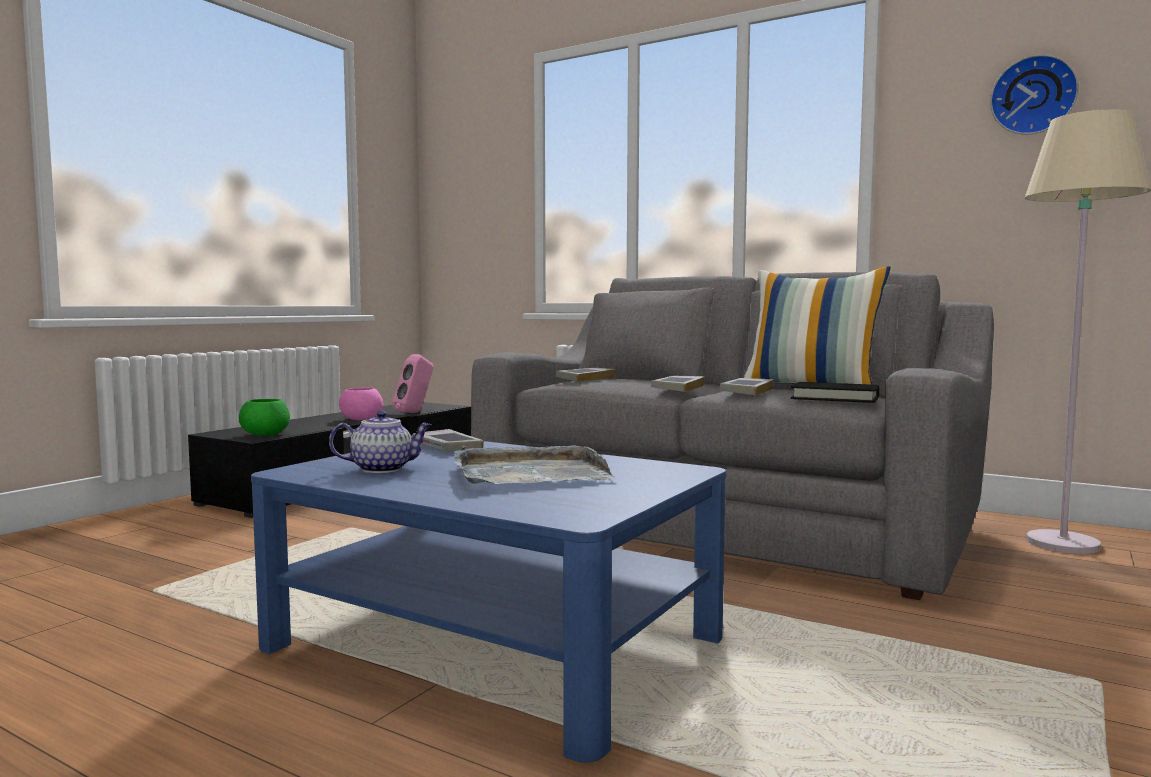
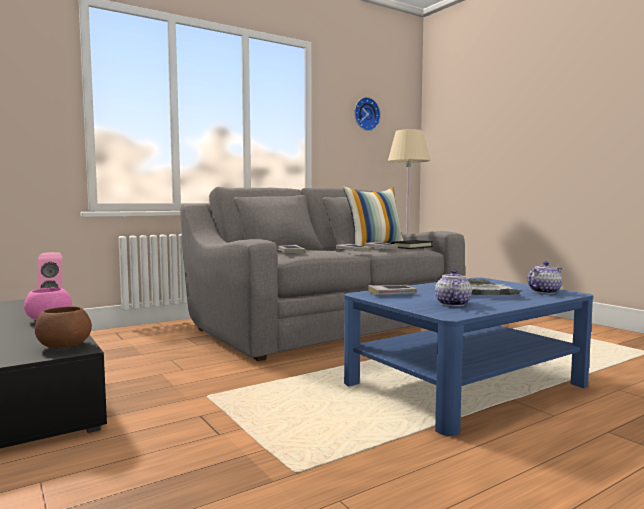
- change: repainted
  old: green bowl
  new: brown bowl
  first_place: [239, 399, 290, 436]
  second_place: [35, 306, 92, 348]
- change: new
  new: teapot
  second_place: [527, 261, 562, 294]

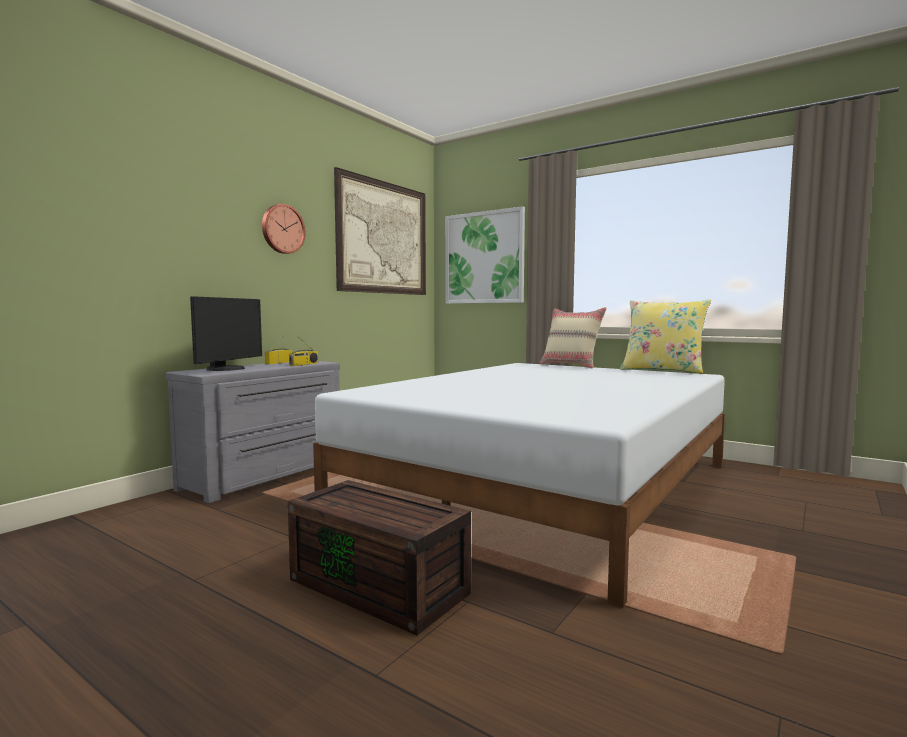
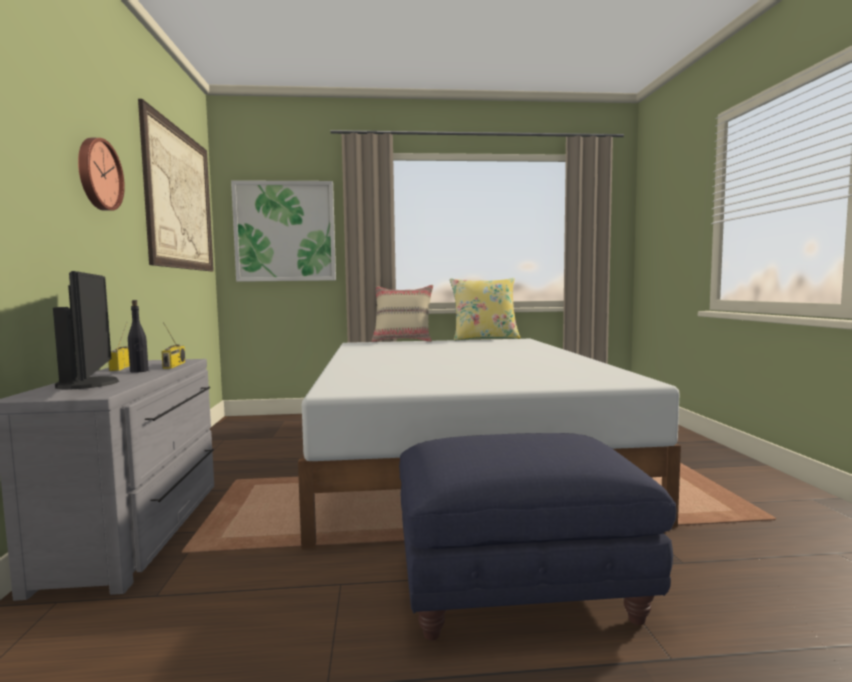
- change: new
  new: black bottle
  second_place: [128, 300, 149, 373]
- change: swapped
  old: brown storage box
  new: blue ottoman
  first_place: [288, 480, 471, 635]
  second_place: [399, 433, 677, 640]

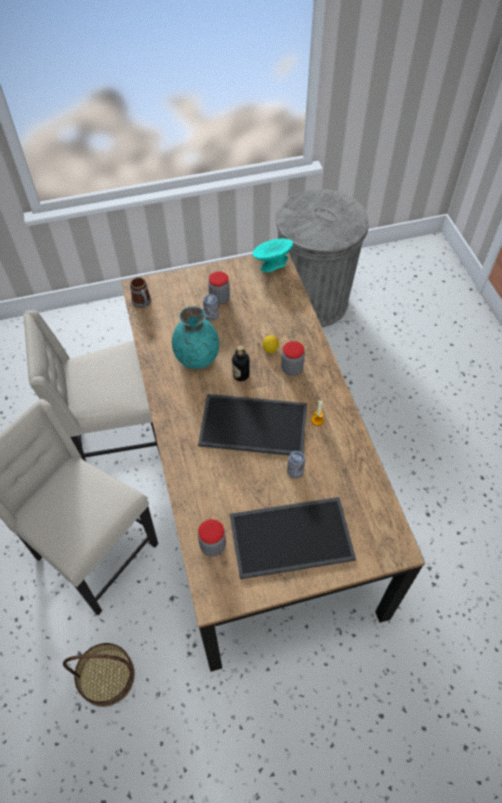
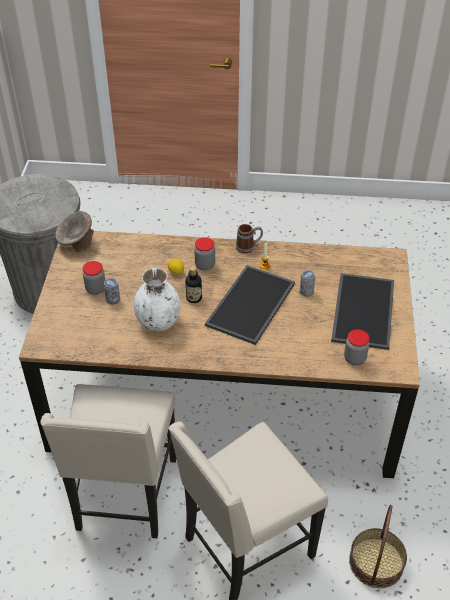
- change: repainted
  old: turquoise bowl
  new: grey bowl
  first_place: [252, 238, 293, 273]
  second_place: [55, 211, 94, 252]
- change: repainted
  old: turquoise vase
  new: white vase
  first_place: [172, 306, 219, 369]
  second_place: [134, 268, 180, 331]
- change: shifted
  old: mug
  first_place: [130, 277, 151, 309]
  second_place: [236, 224, 263, 253]

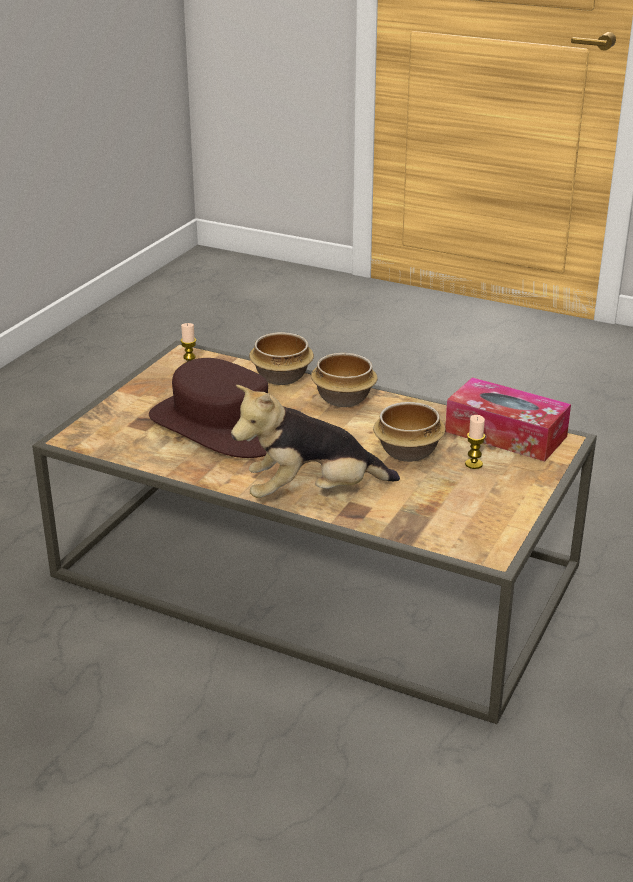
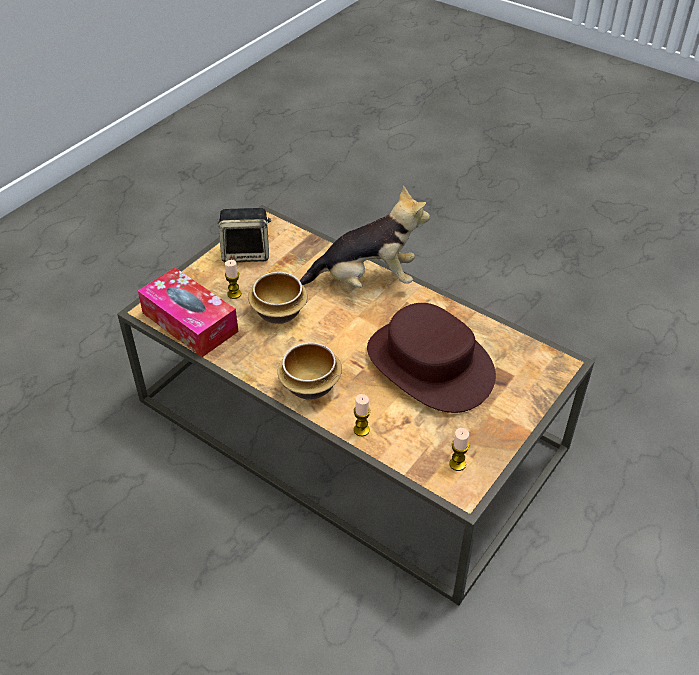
- change: new
  new: speaker
  second_place: [217, 208, 271, 262]
- change: swapped
  old: bowl
  new: candle
  first_place: [249, 332, 314, 385]
  second_place: [354, 394, 370, 436]

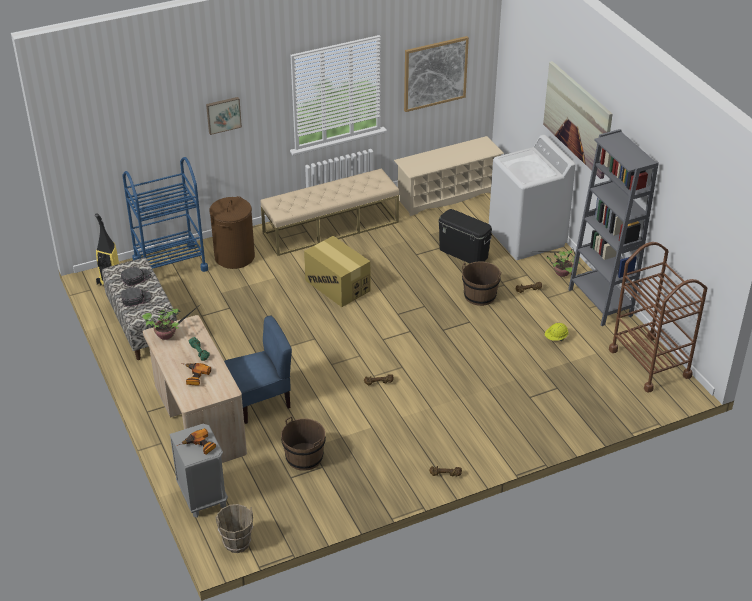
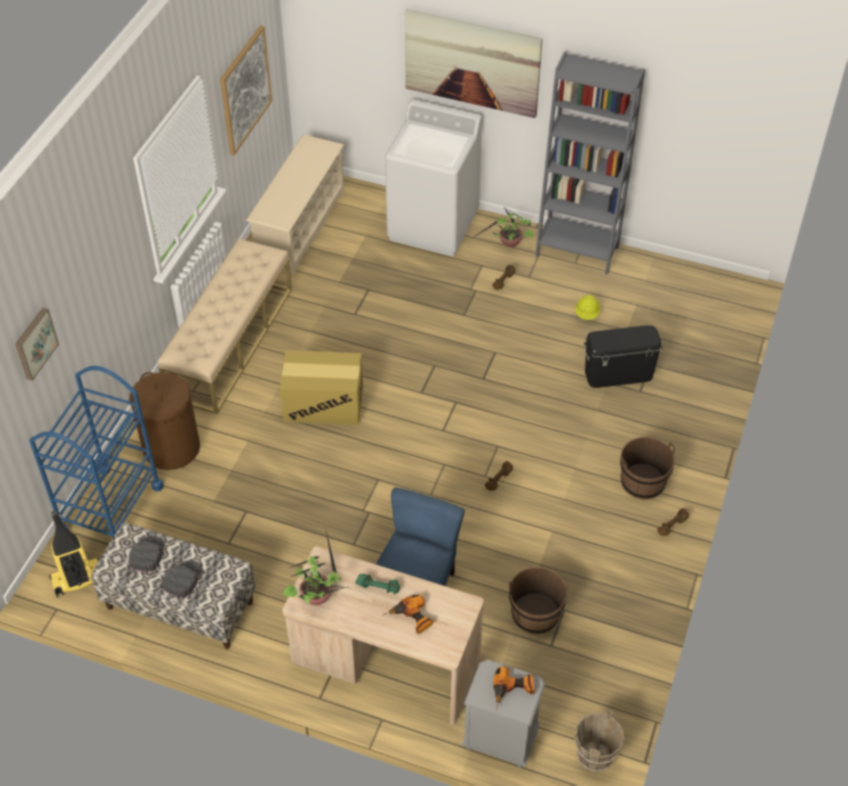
- change: shifted
  old: picture
  first_place: [206, 97, 242, 135]
  second_place: [15, 307, 59, 381]
- change: shifted
  old: black storage box
  first_place: [438, 209, 492, 263]
  second_place: [584, 325, 663, 388]
- change: shifted
  old: brown bucket
  first_place: [462, 261, 501, 306]
  second_place: [620, 437, 675, 500]
- change: gone
  old: brown cart
  first_place: [609, 242, 707, 393]

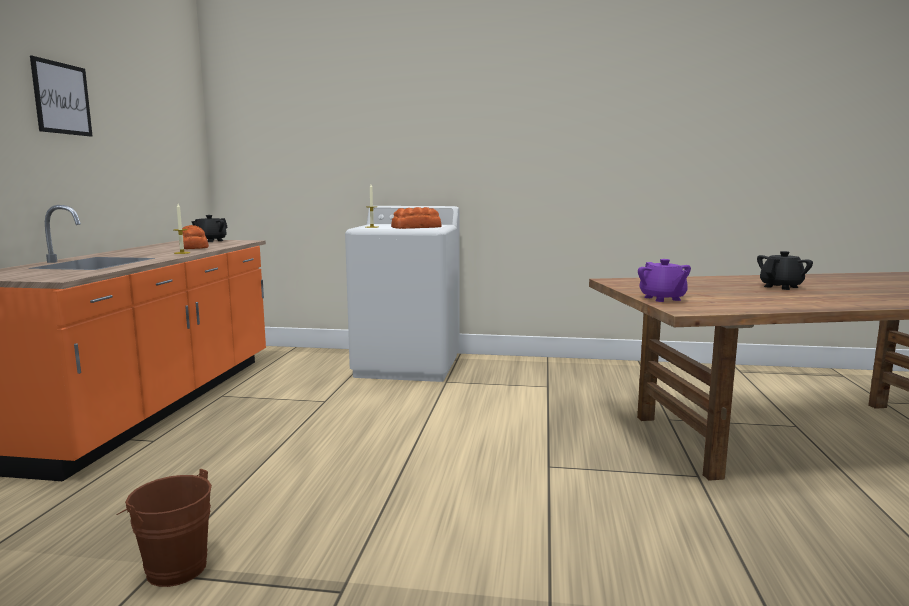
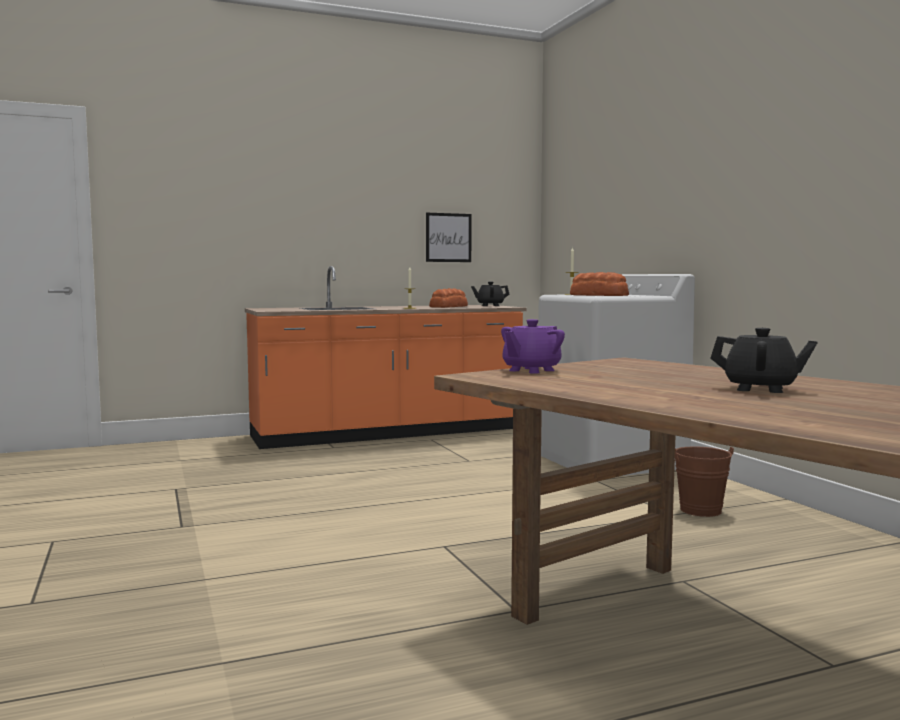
- change: shifted
  old: picture
  first_place: [30, 56, 93, 137]
  second_place: [426, 213, 472, 262]
- change: shifted
  old: brown bucket
  first_place: [116, 469, 212, 587]
  second_place: [675, 446, 734, 517]

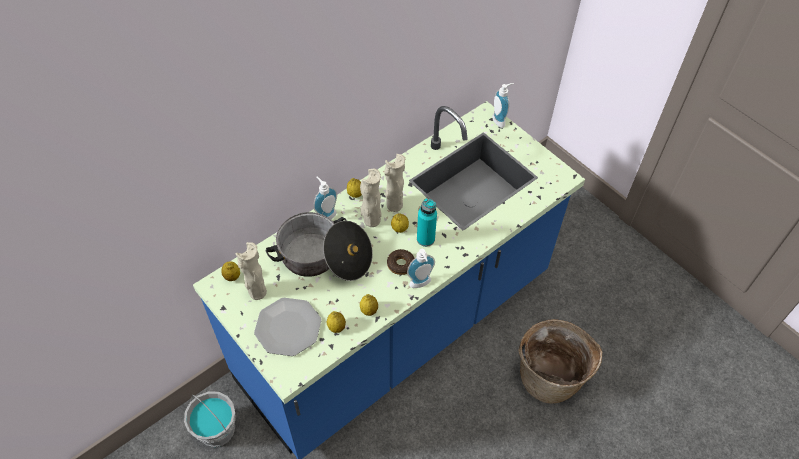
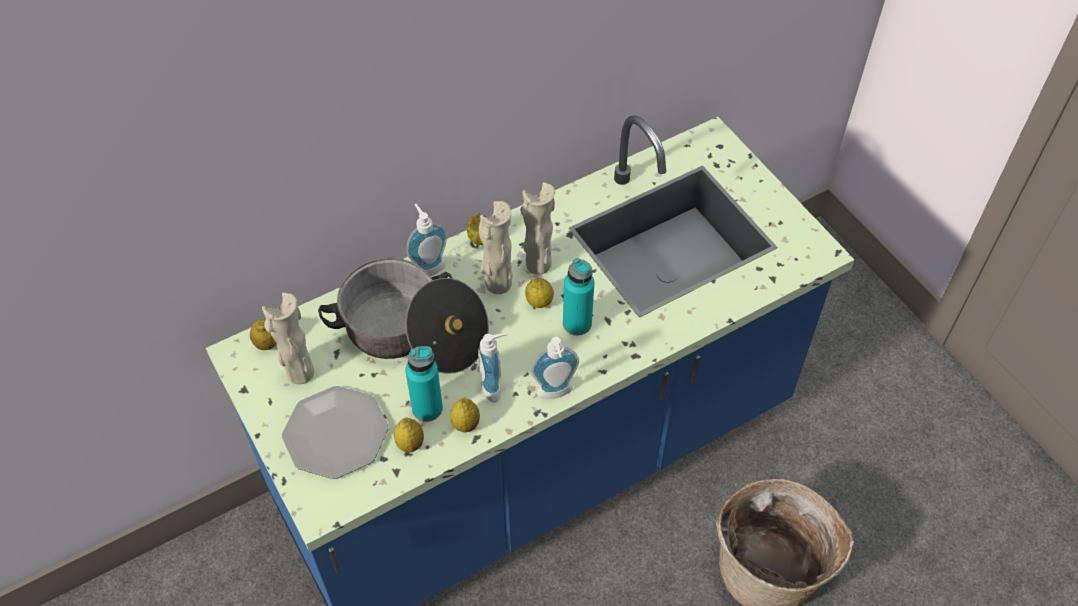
- change: new
  new: turquoise bottle
  second_place: [405, 346, 443, 422]
- change: shifted
  old: soap dispenser
  first_place: [492, 83, 514, 128]
  second_place: [478, 333, 508, 403]
- change: gone
  old: grey bucket
  first_place: [184, 392, 236, 447]
- change: gone
  old: donut
  first_place: [387, 249, 415, 275]

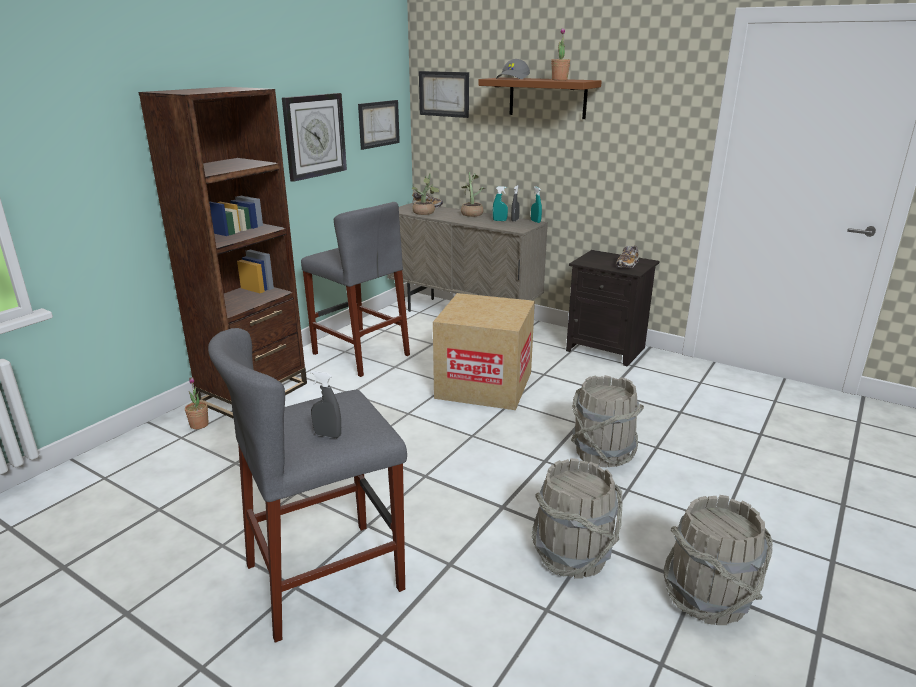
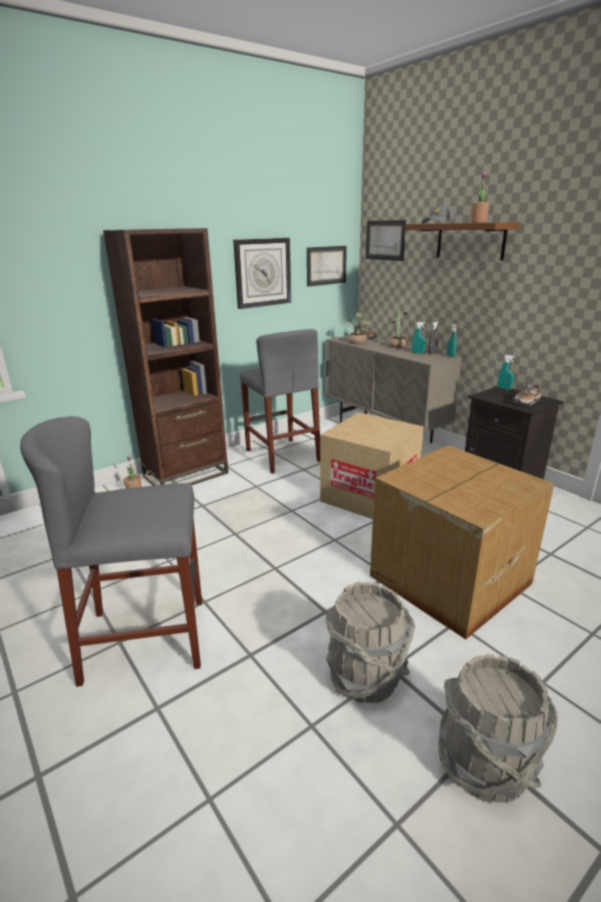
- change: swapped
  old: grey bucket
  new: cardboard box
  first_place: [571, 375, 644, 467]
  second_place: [370, 445, 554, 640]
- change: new
  new: turquoise spray bottle
  second_place: [498, 355, 515, 390]
- change: gone
  old: grey spray bottle
  first_place: [310, 371, 341, 438]

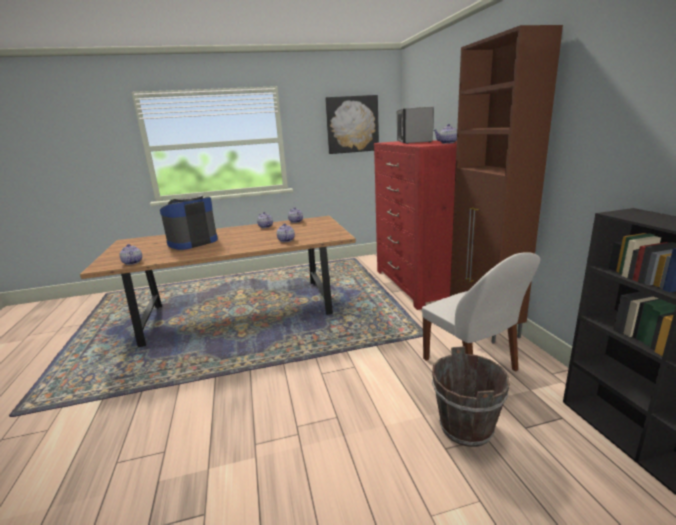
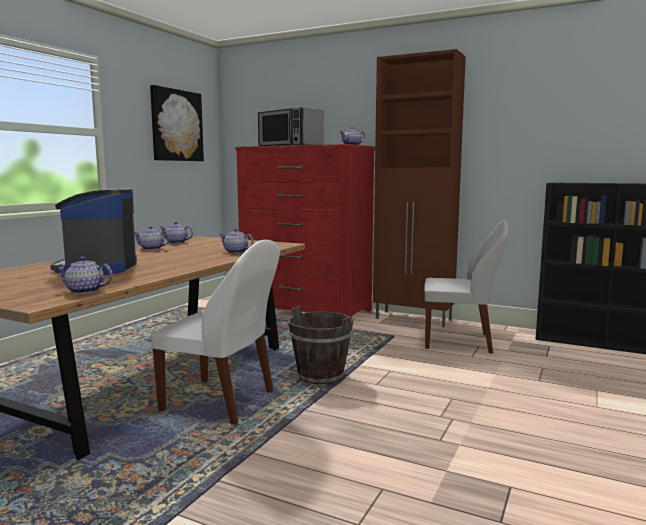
- change: new
  new: white chair
  second_place: [151, 240, 280, 425]
- change: shifted
  old: brown bucket
  first_place: [432, 346, 510, 447]
  second_place: [288, 306, 353, 384]

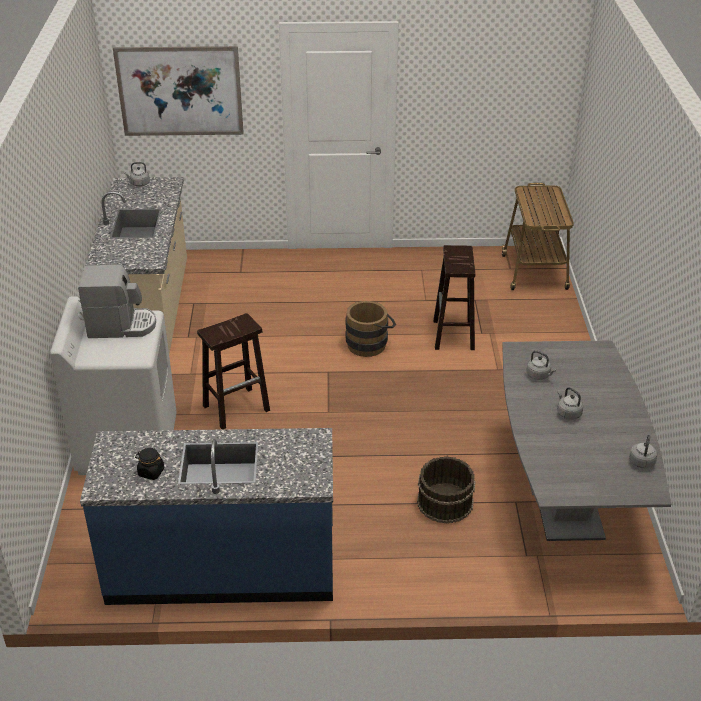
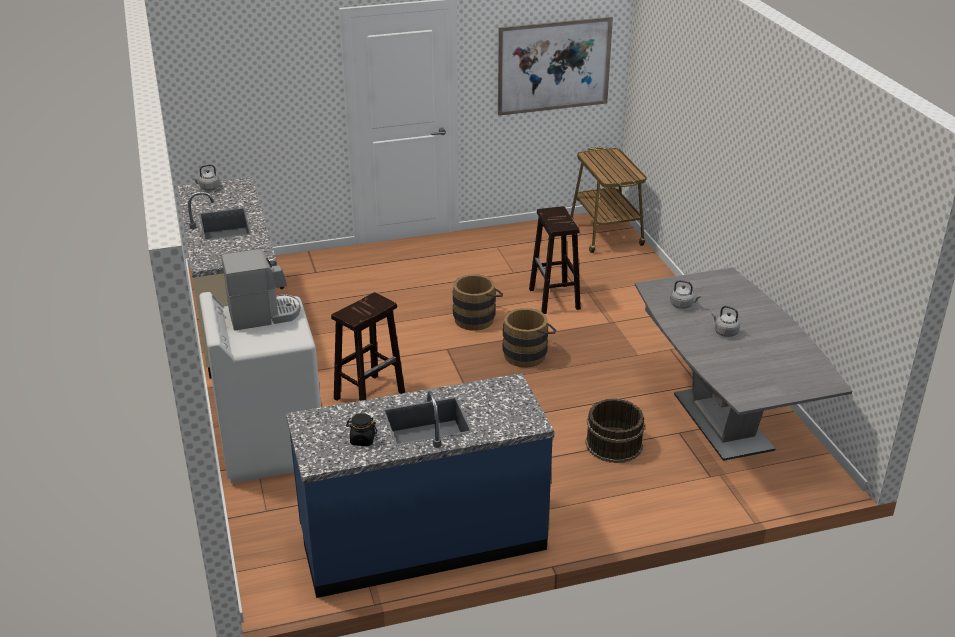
- change: shifted
  old: picture
  first_place: [113, 46, 244, 136]
  second_place: [498, 17, 613, 116]
- change: new
  new: brown bucket
  second_place: [503, 308, 556, 368]
- change: gone
  old: grey kettle
  first_place: [629, 435, 657, 469]

